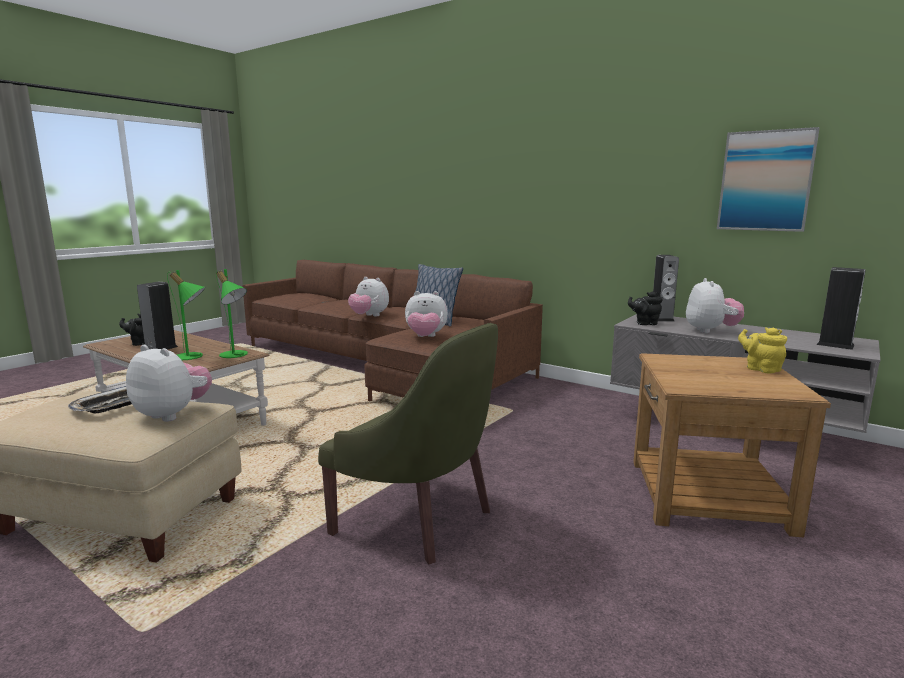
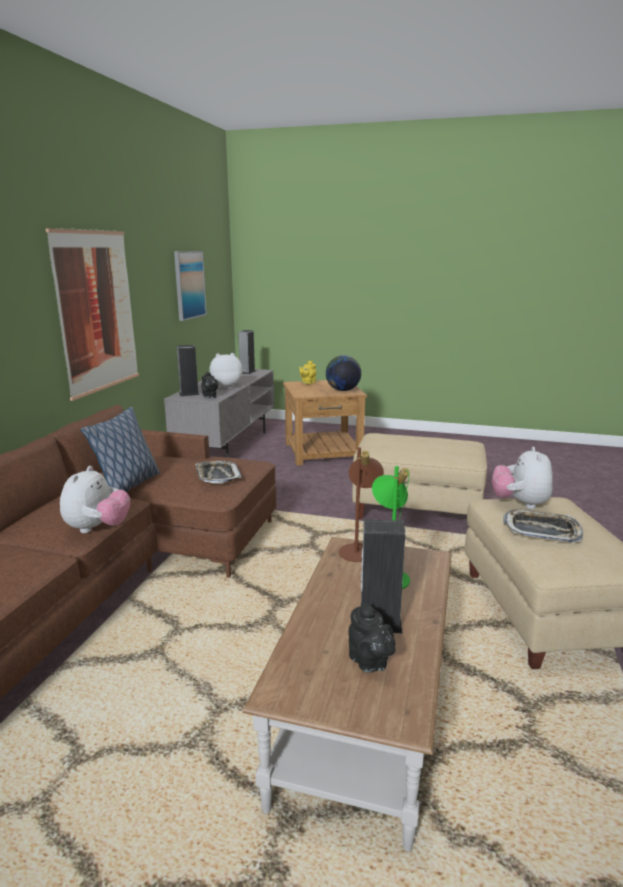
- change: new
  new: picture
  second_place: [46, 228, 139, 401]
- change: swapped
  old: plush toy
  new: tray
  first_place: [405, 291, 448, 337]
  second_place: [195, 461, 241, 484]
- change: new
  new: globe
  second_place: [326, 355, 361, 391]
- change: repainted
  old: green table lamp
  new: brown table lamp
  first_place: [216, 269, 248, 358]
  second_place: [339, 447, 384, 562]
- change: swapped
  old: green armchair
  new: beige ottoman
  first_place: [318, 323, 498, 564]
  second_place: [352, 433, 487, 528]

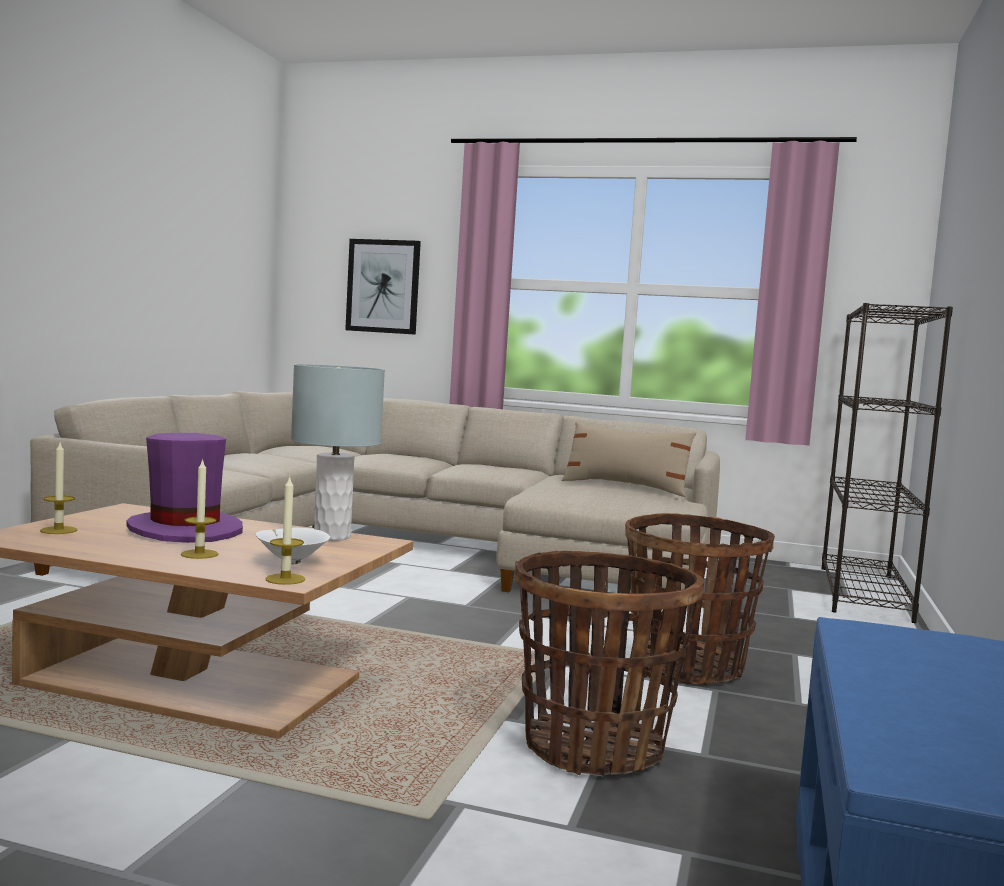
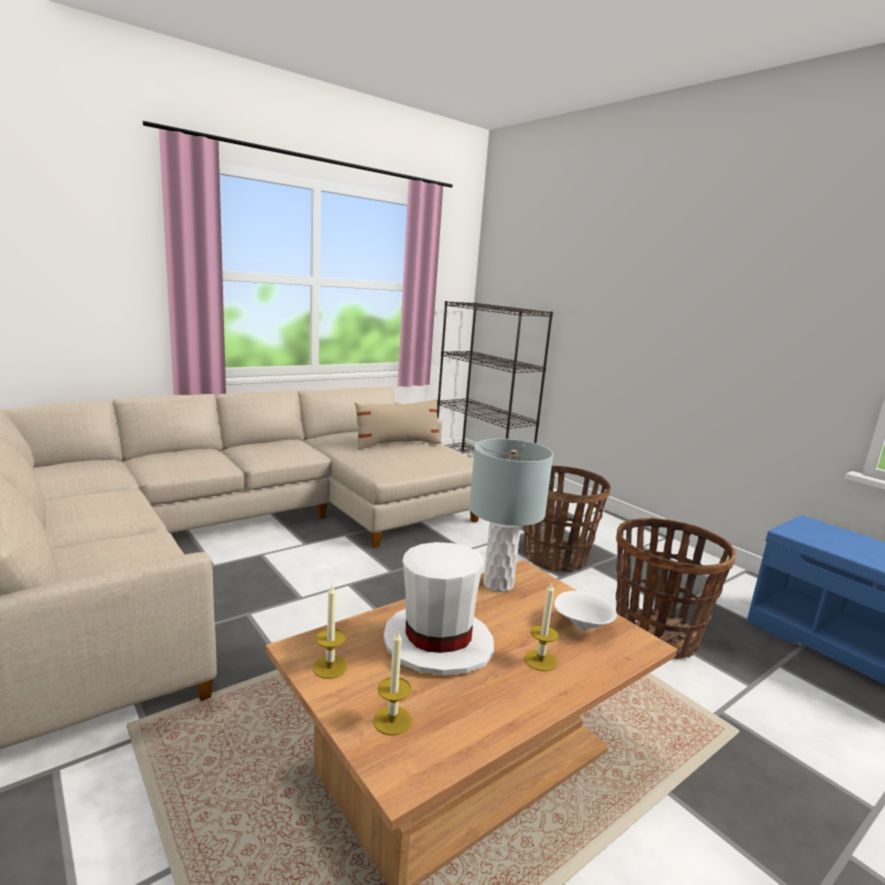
- change: shifted
  old: candle
  first_place: [266, 475, 305, 585]
  second_place: [312, 583, 348, 679]
- change: repainted
  old: purple hat
  new: white hat
  first_place: [126, 433, 243, 543]
  second_place: [384, 542, 494, 675]
- change: gone
  old: picture
  first_place: [345, 239, 421, 335]

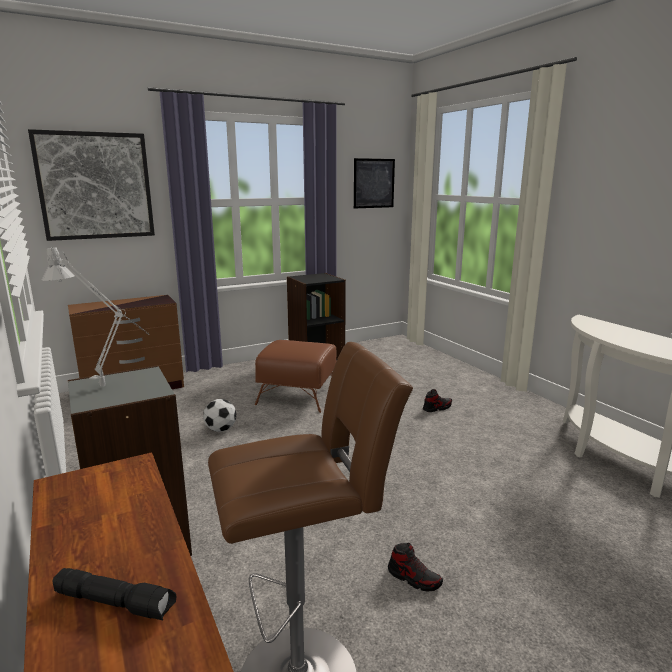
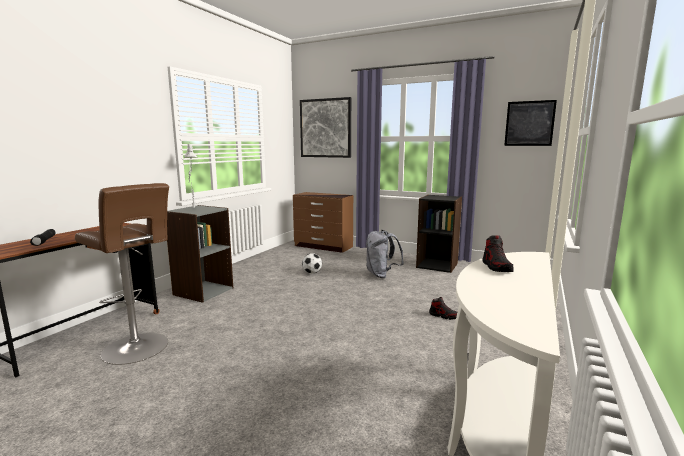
- change: swapped
  old: brown ottoman
  new: grey backpack
  first_place: [255, 340, 336, 413]
  second_place: [366, 230, 404, 278]
- change: shifted
  old: shoe
  first_place: [388, 543, 443, 592]
  second_place: [482, 235, 514, 272]

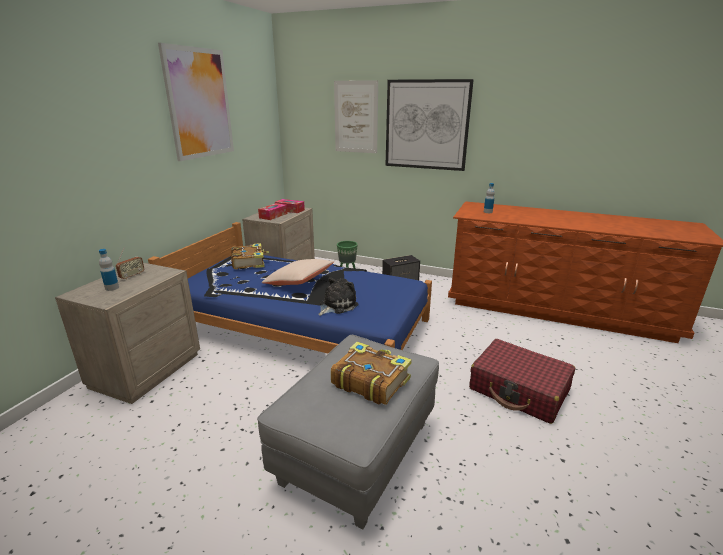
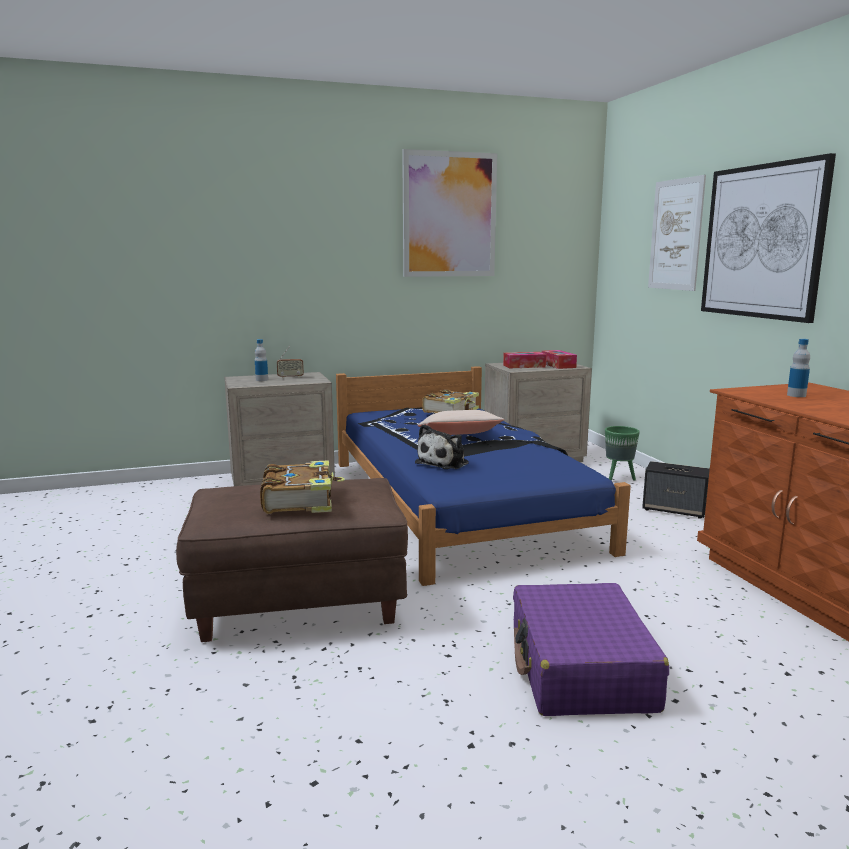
- change: repainted
  old: grey ottoman
  new: brown ottoman
  first_place: [257, 335, 439, 529]
  second_place: [176, 478, 408, 642]
- change: rotated
  old: plush toy
  first_place: [318, 277, 359, 316]
  second_place: [415, 424, 469, 469]
  degrees: 120
- change: repainted
  old: red suitcase
  new: purple suitcase
  first_place: [469, 339, 575, 424]
  second_place: [513, 583, 669, 716]

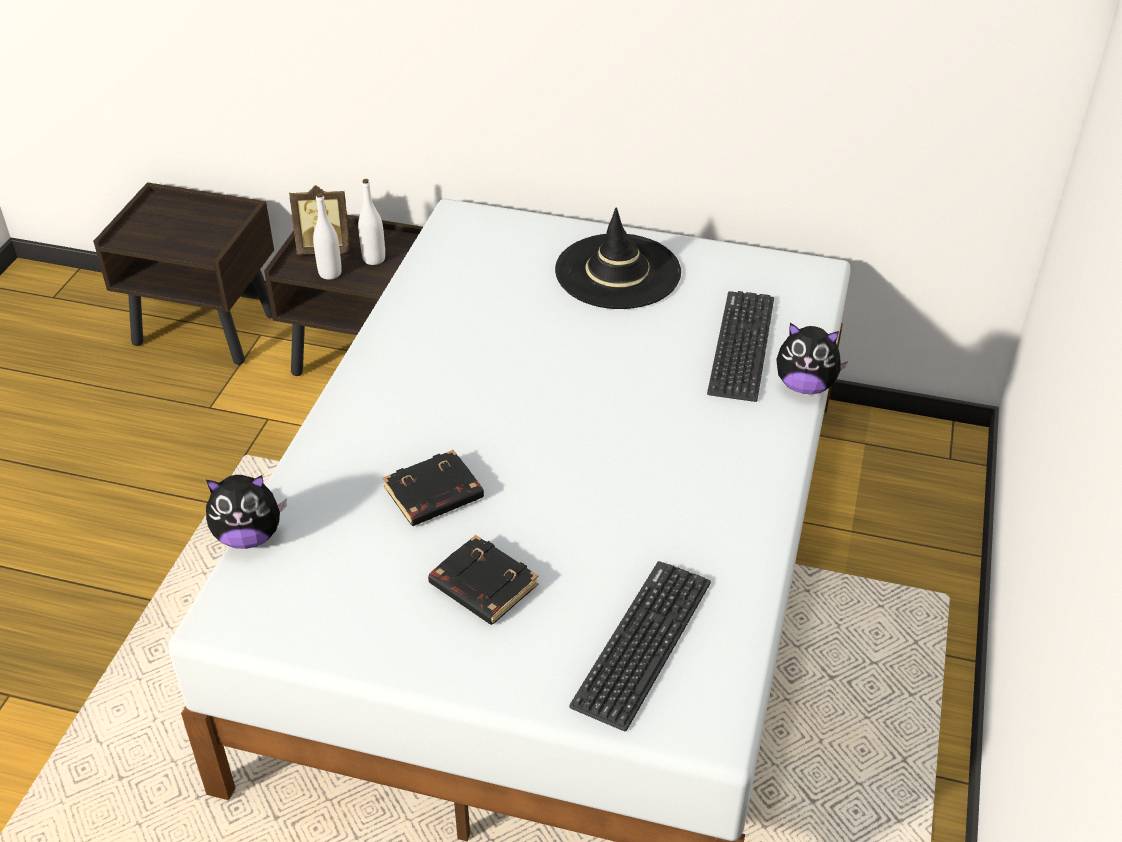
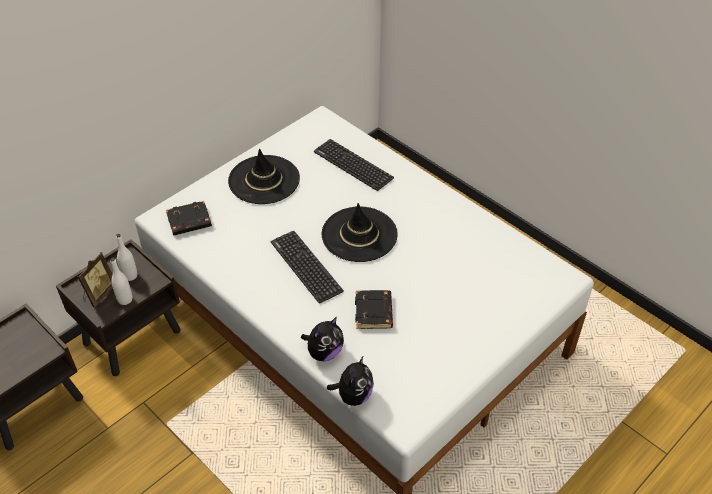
- change: shifted
  old: black book
  first_place: [428, 535, 539, 625]
  second_place: [166, 201, 212, 236]
- change: shifted
  old: keyboard
  first_place: [569, 561, 711, 731]
  second_place: [271, 231, 344, 304]
- change: shifted
  old: plush toy
  first_place: [776, 323, 848, 394]
  second_place: [301, 317, 344, 361]
- change: new
  new: black hat
  second_place: [322, 203, 398, 262]

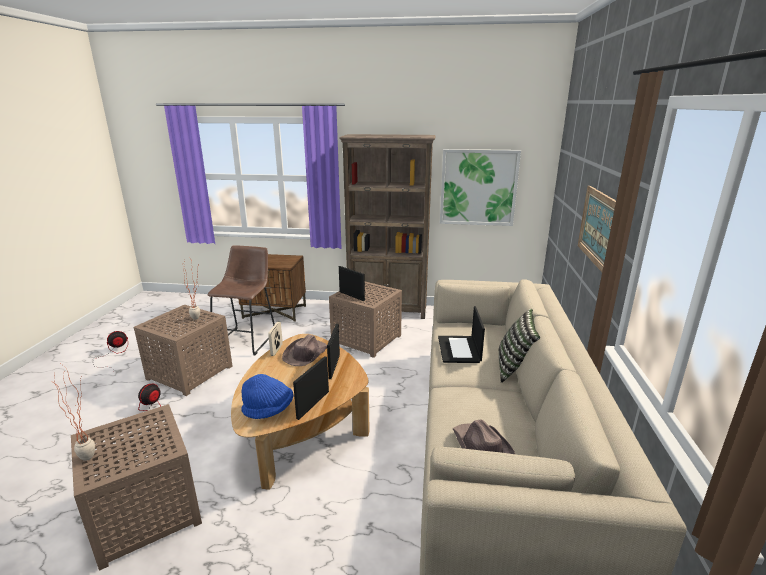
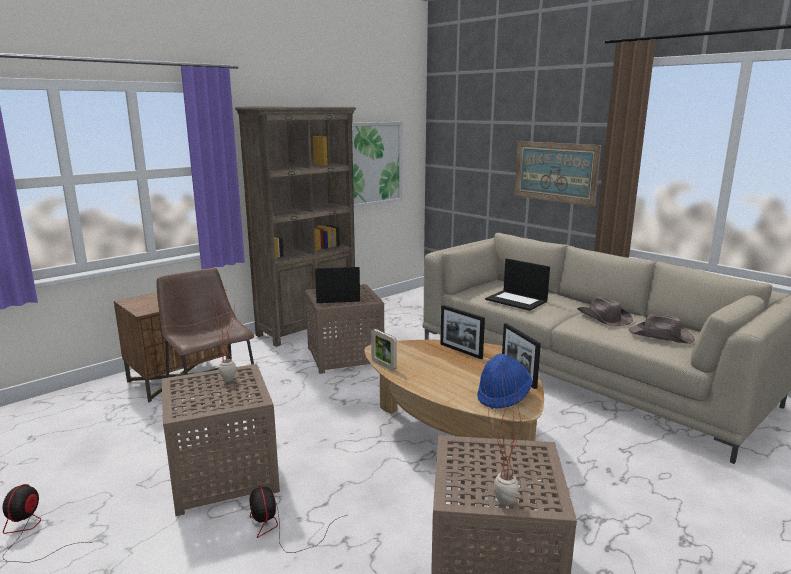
- change: shifted
  old: brown hat
  first_place: [282, 334, 327, 366]
  second_place: [577, 297, 633, 326]
- change: gone
  old: pillow
  first_place: [499, 309, 540, 383]

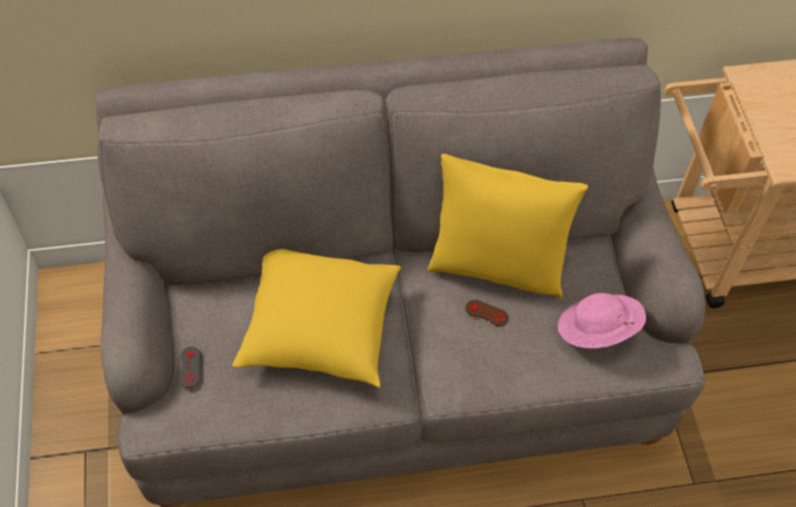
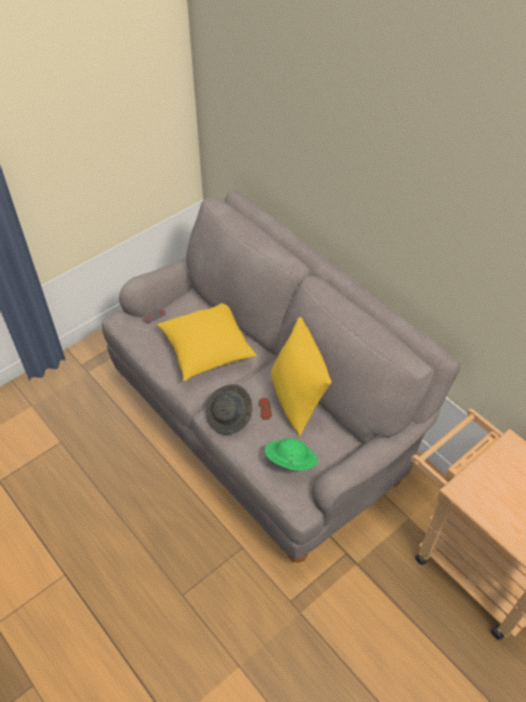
- change: new
  new: grey hat
  second_place: [206, 384, 252, 435]
- change: repainted
  old: pink hat
  new: green hat
  first_place: [558, 293, 646, 349]
  second_place: [265, 438, 318, 471]

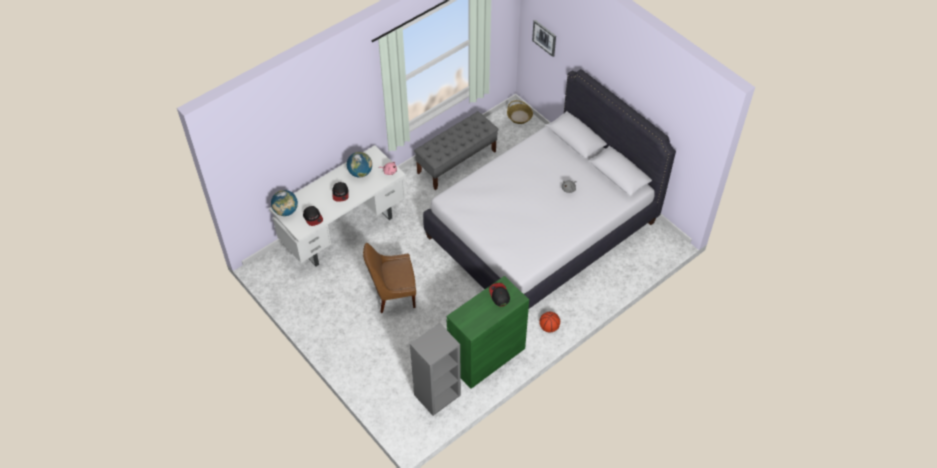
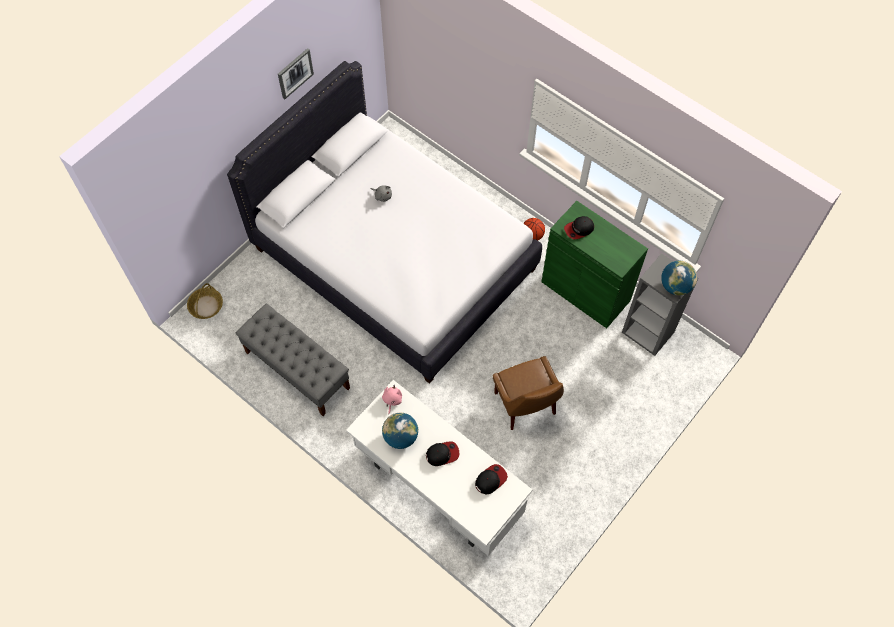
- change: shifted
  old: picture
  first_place: [532, 20, 556, 57]
  second_place: [278, 48, 314, 99]
- change: shifted
  old: globe
  first_place: [271, 190, 298, 216]
  second_place: [661, 261, 697, 295]

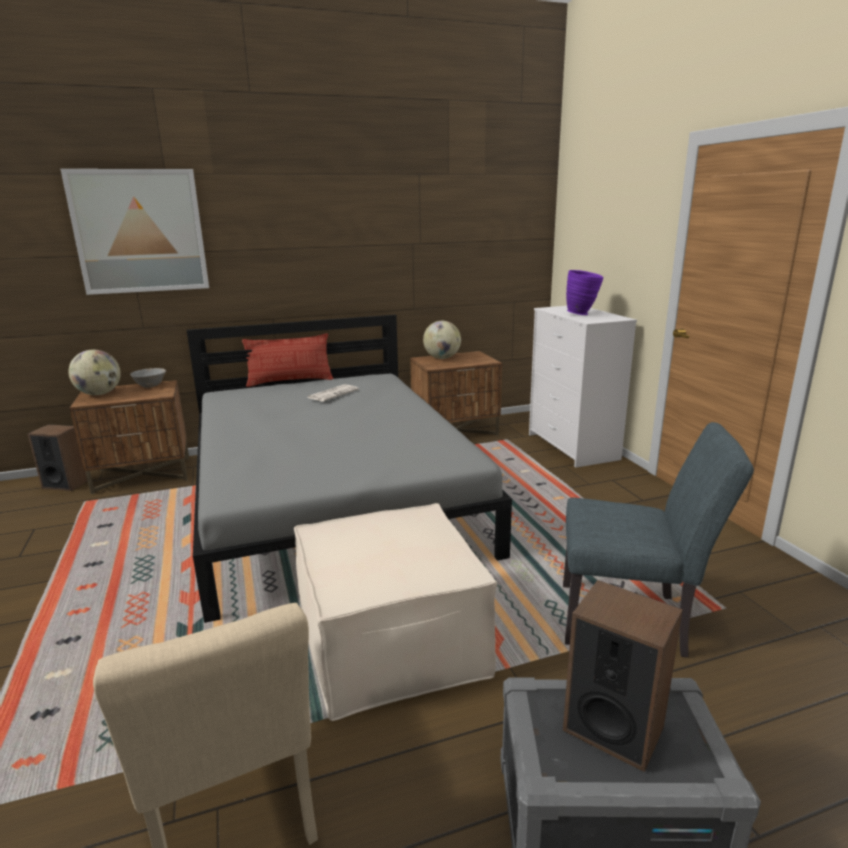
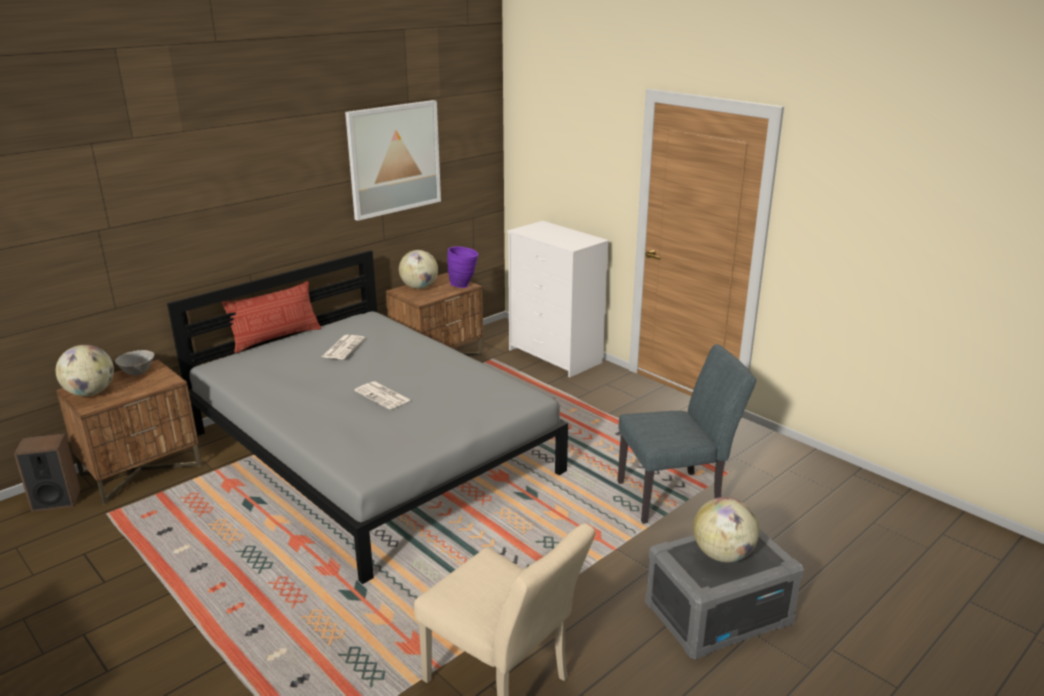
- change: shifted
  old: picture
  first_place: [61, 169, 209, 295]
  second_place: [345, 100, 441, 221]
- change: new
  new: newspaper
  second_place: [355, 381, 410, 409]
- change: shifted
  old: purple vase
  first_place: [566, 270, 603, 315]
  second_place: [447, 246, 478, 288]
- change: swapped
  old: speaker
  new: globe
  first_place: [563, 580, 683, 772]
  second_place: [693, 497, 759, 562]
- change: gone
  old: beige ottoman
  first_place: [294, 503, 497, 721]

